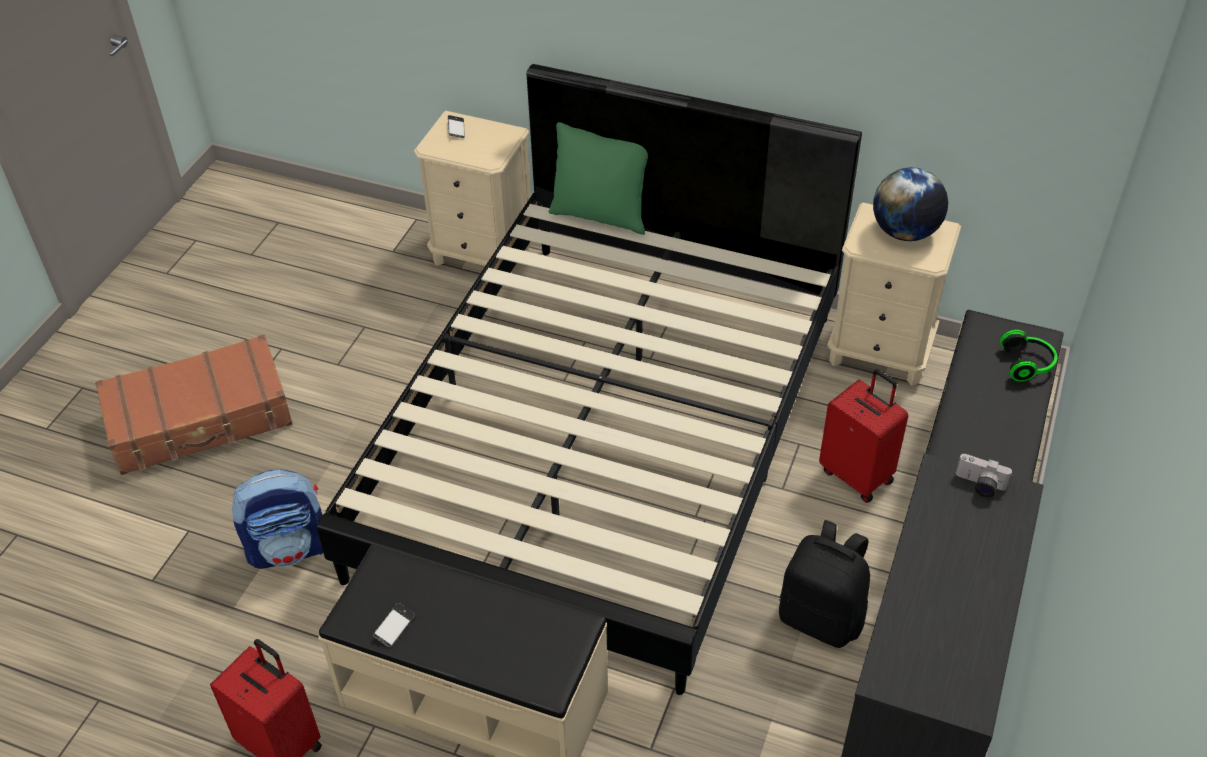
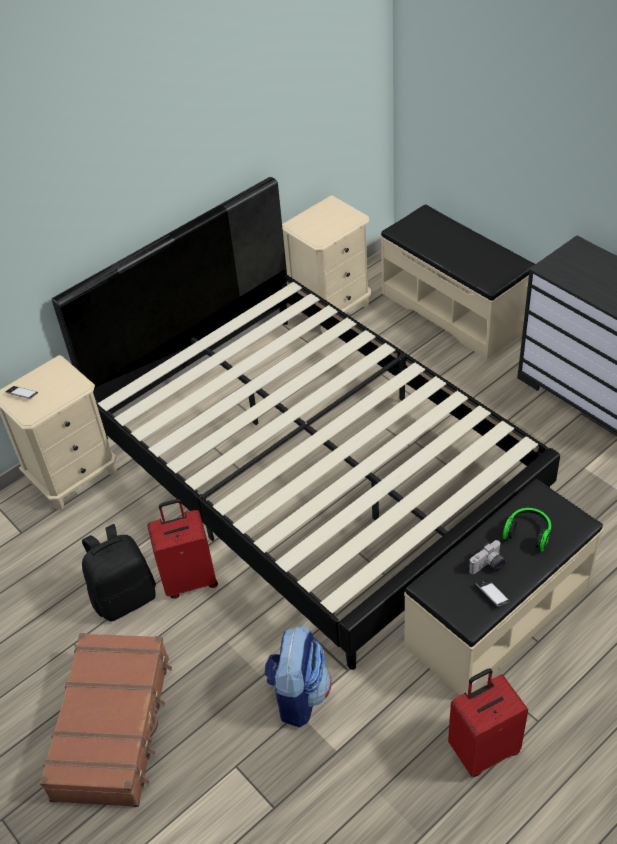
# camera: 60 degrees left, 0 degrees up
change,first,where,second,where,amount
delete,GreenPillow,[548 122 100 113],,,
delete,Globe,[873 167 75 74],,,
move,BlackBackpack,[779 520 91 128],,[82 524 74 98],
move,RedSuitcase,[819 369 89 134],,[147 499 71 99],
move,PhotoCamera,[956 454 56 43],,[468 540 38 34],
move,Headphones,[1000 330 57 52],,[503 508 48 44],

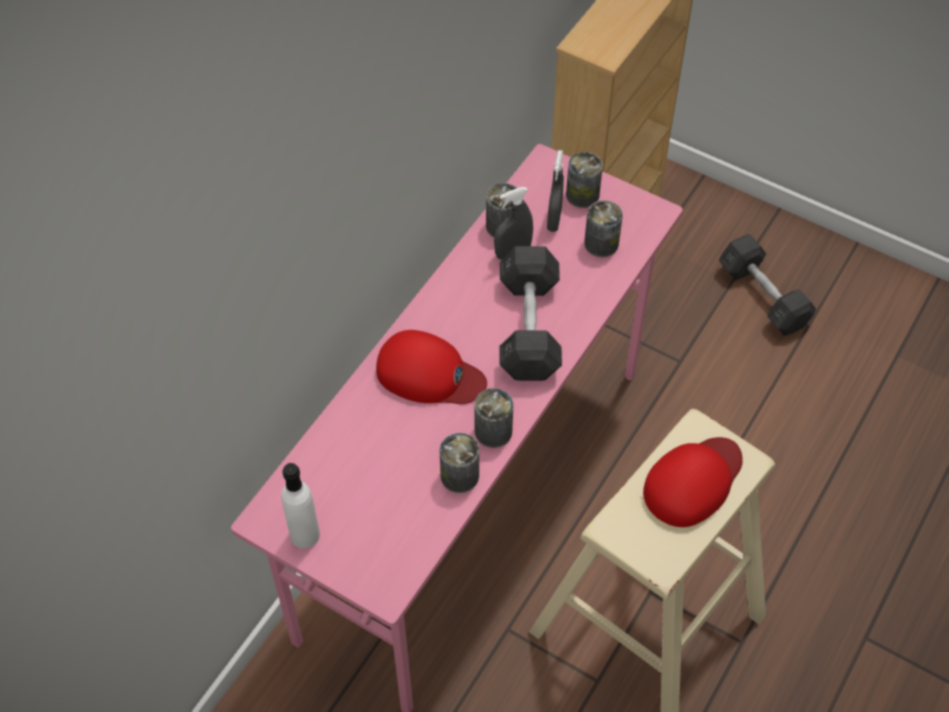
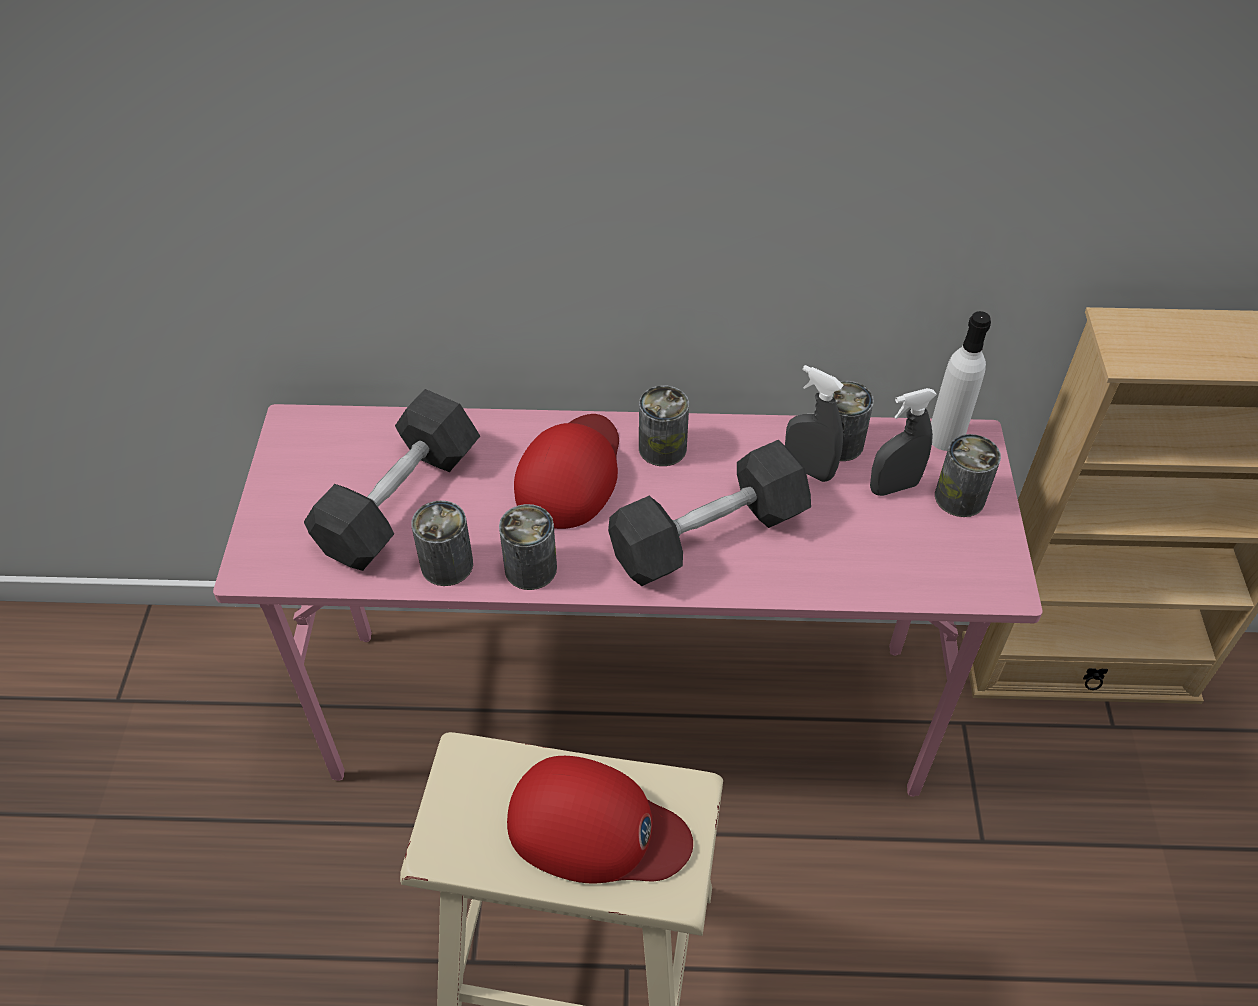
# camera: 60 degrees right, 5 degrees down
change,first,where,second,where,amount
move,WhiteBottle,[282 463 38 86],,[931 311 60 140],
move,Can,[584 200 39 57],,[639 385 50 81],
move,GreyDumbbell,[719 234 97 102],,[304 389 176 182],
rotate,RedCap,[376 330 111 74],,[514 414 105 115],150 degrees counterclockwise

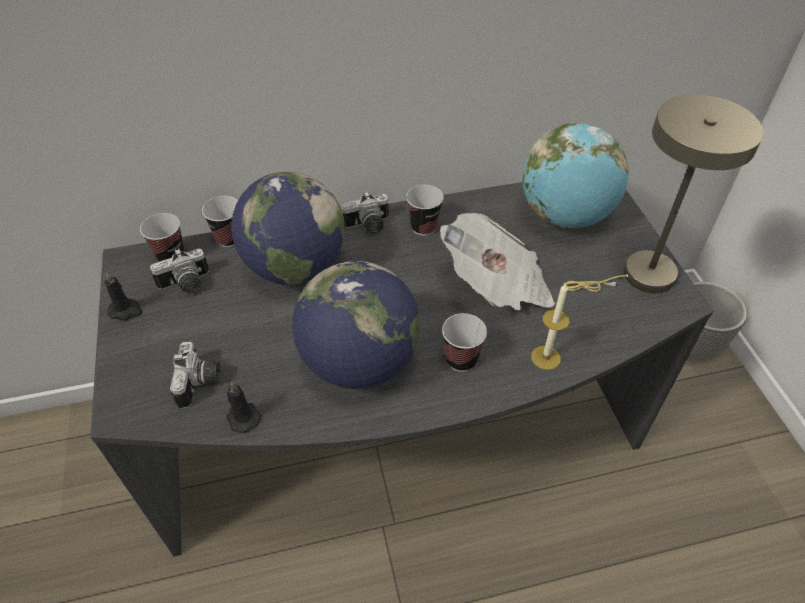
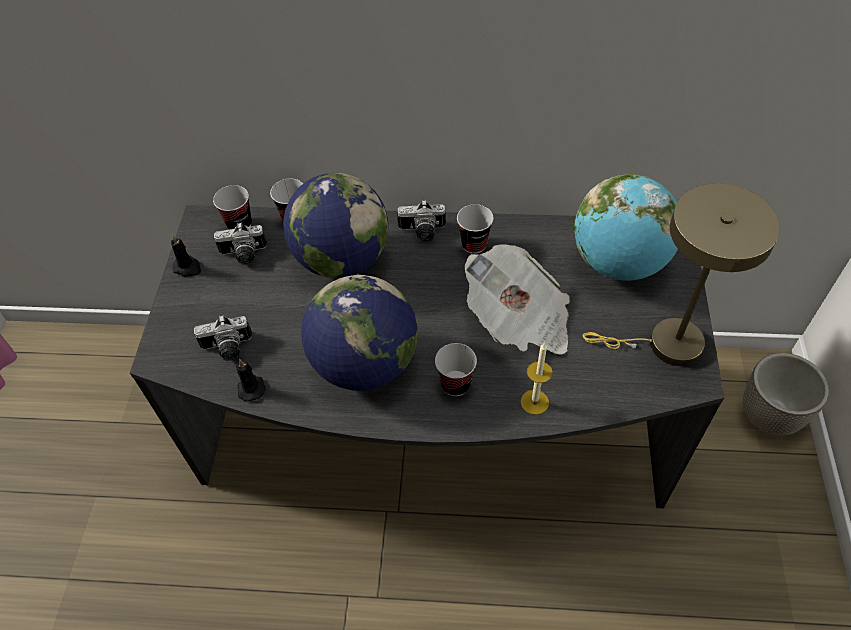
# camera: 20 degrees right, 5 degrees up
change,first,where,second,where,amount
rotate,PhotoCamera,[170 342 51 67],,[194 315 58 46],60 degrees clockwise

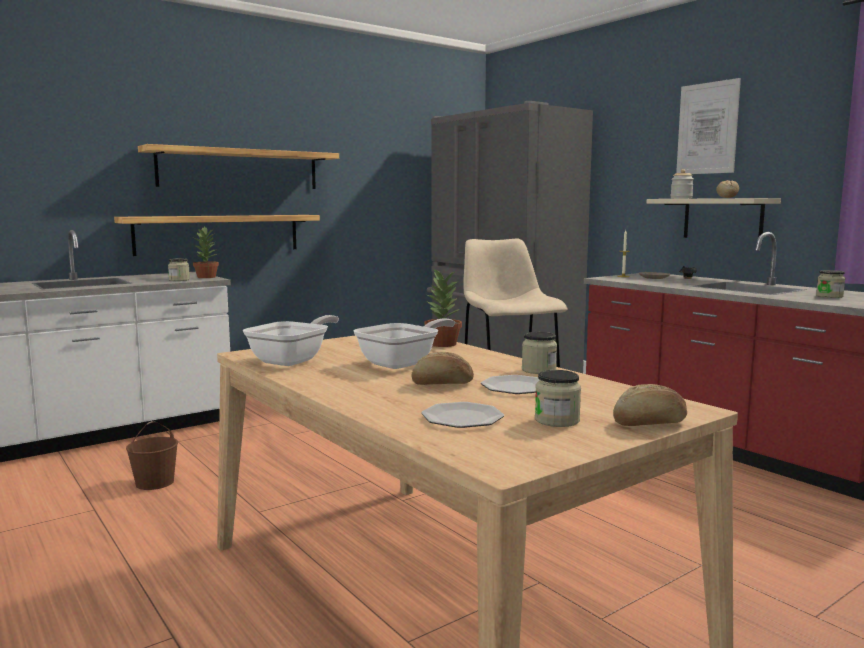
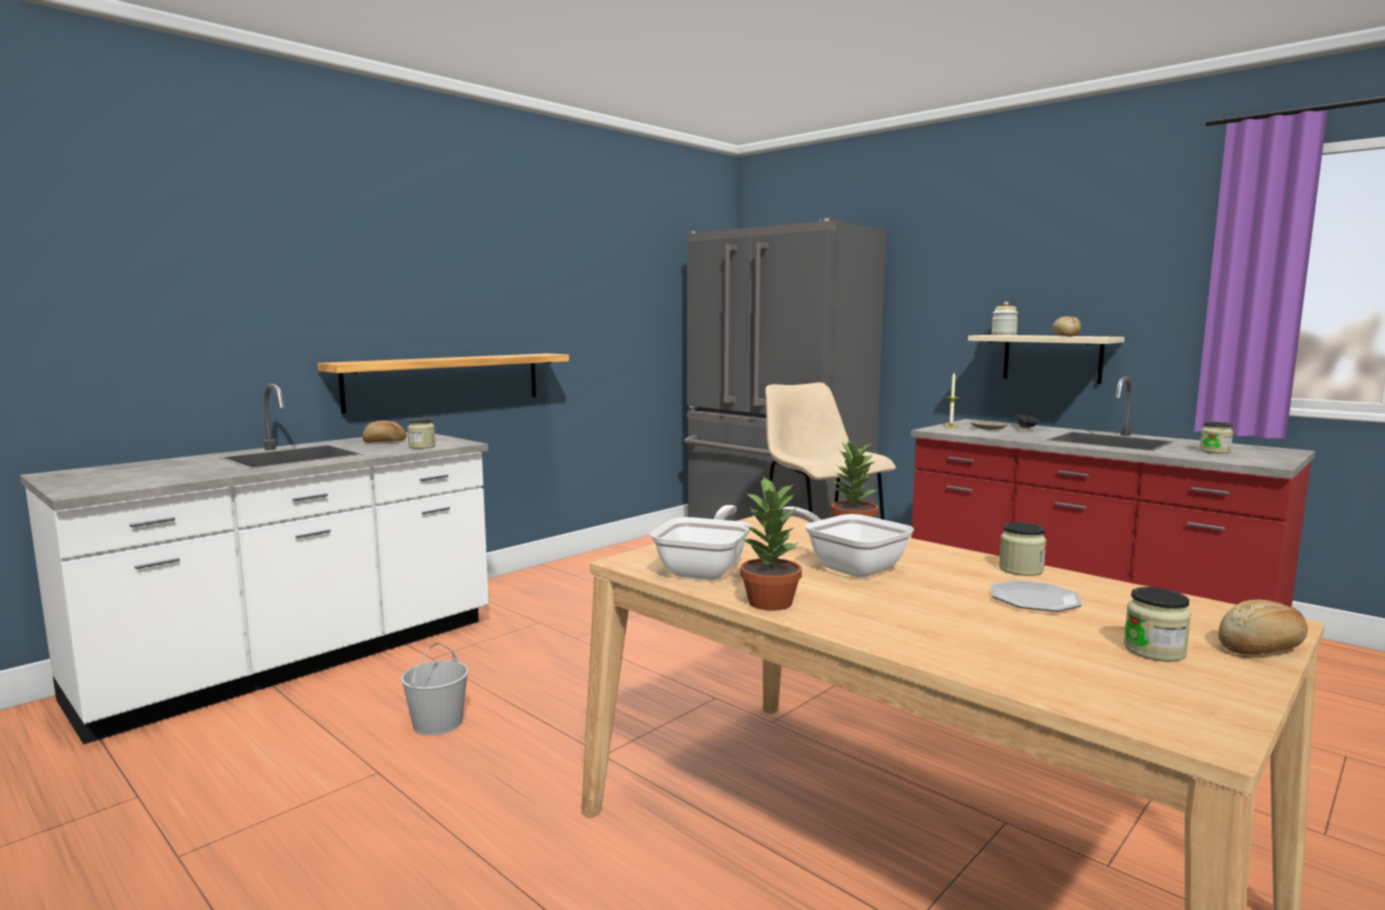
# camera: 10 degrees left, 0 degrees up
change,first,where,second,where,amount
delete,Shelf,[138 144 201 45],,,
delete,Plate,[421 402 83 26],,,
delete,Picture,[676 78 65 96],,,
move,PottedPlant,[193 227 26 51],,[740 477 62 134],
move,Bread,[411 352 63 33],,[362 420 44 23],
recolor,BrownBucket,[126 421 52 69],WhiteBucket,[401 642 67 94],
rotate,FryingPan,[353 318 102 51],,[781 506 133 72],75 degrees counterclockwise

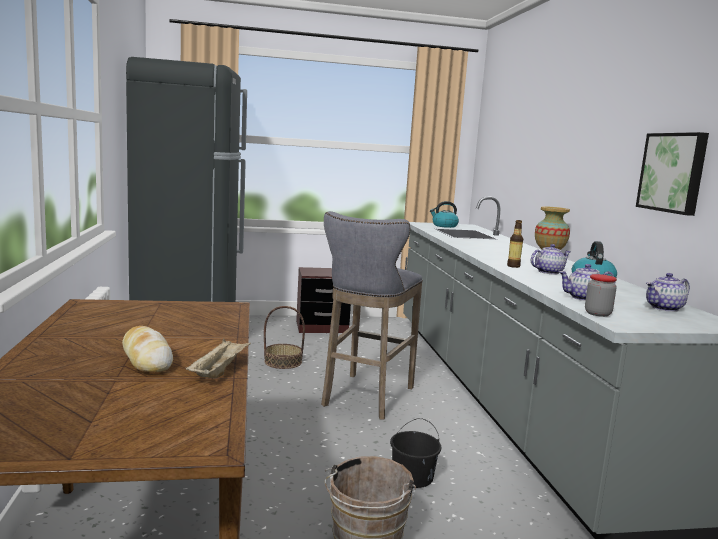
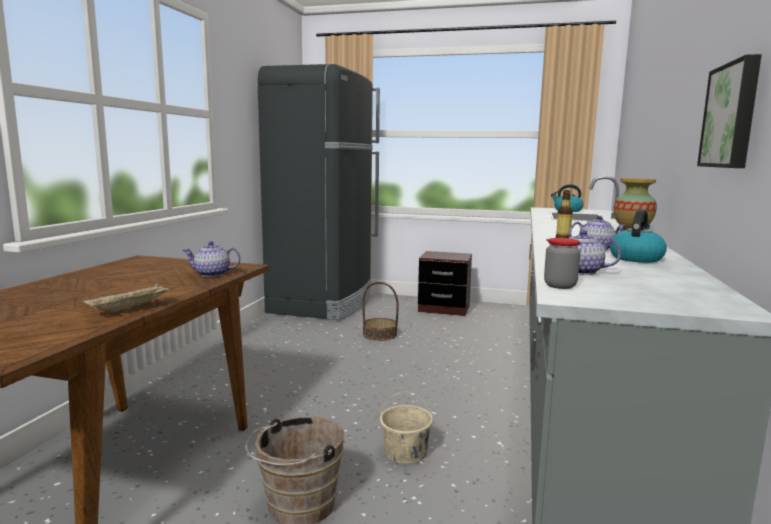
# camera: 25 degrees right, 0 degrees up
change,first,where,second,where,amount
delete,Bread,[122 326 51 47],,,
delete,GreyStool,[321 211 102 209],,,
move,Teapot,[646 273 44 39],,[183 241 58 36],
recolor,BlackBucket,[390 418 51 70],BeigeBucket,[380 391 53 73],

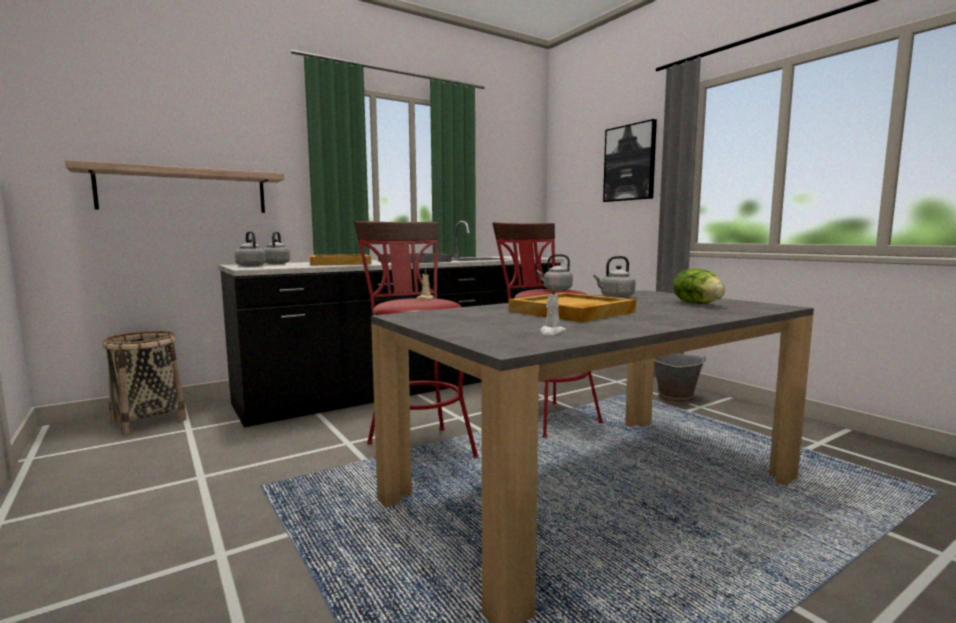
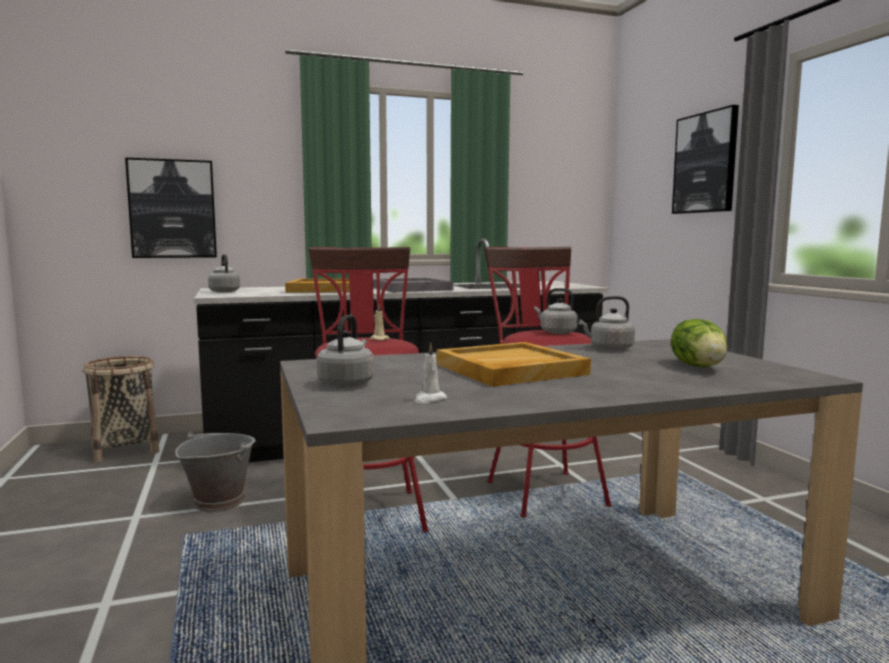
# camera: 15 degrees right, 0 degrees up
change,first,where,second,where,amount
move,GreyKettle,[263 232 27 32],,[317 315 57 72],
move,GreyBucket,[654 354 53 50],,[175 432 81 80],
replace,Shelf,[65 160 219 53],Picture,[125 158 92 100],

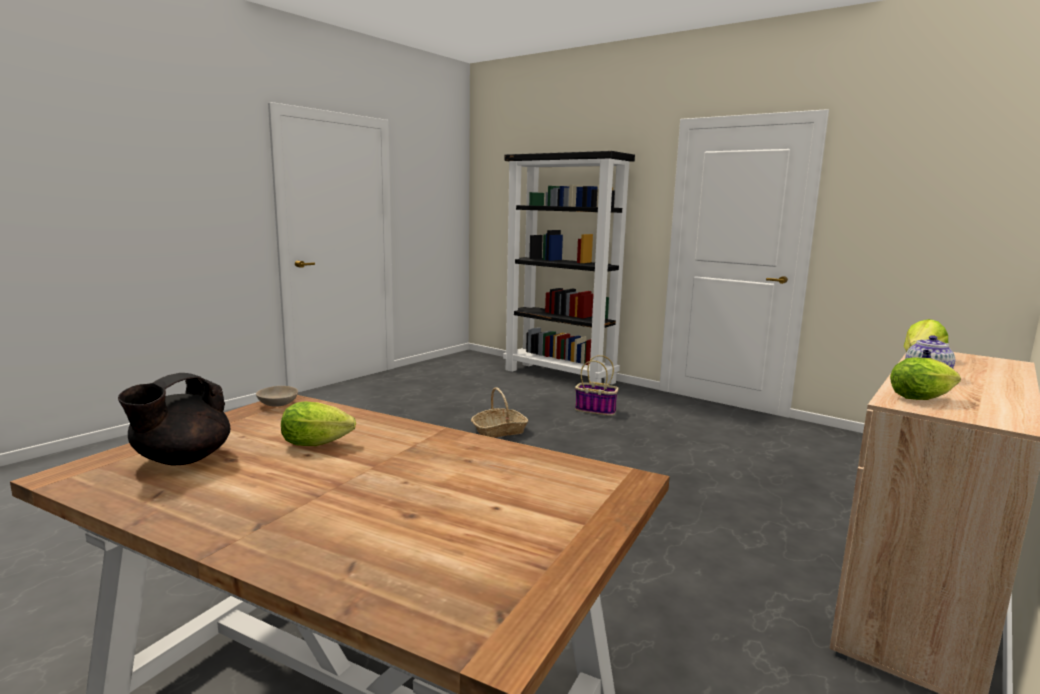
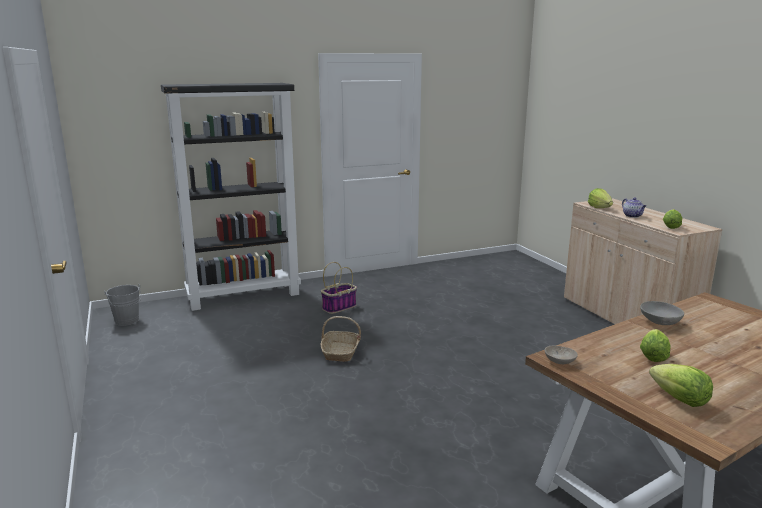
# camera: 60 degrees left, 5 degrees up
change,first,where,second,where,amount
insert,,,GreyBucket,[104 284 37 42],
insert,,,GreyBowl,[640 301 44 24],
replace,BlackTeapot,[118 373 112 93],Lettuce,[649 364 64 43],

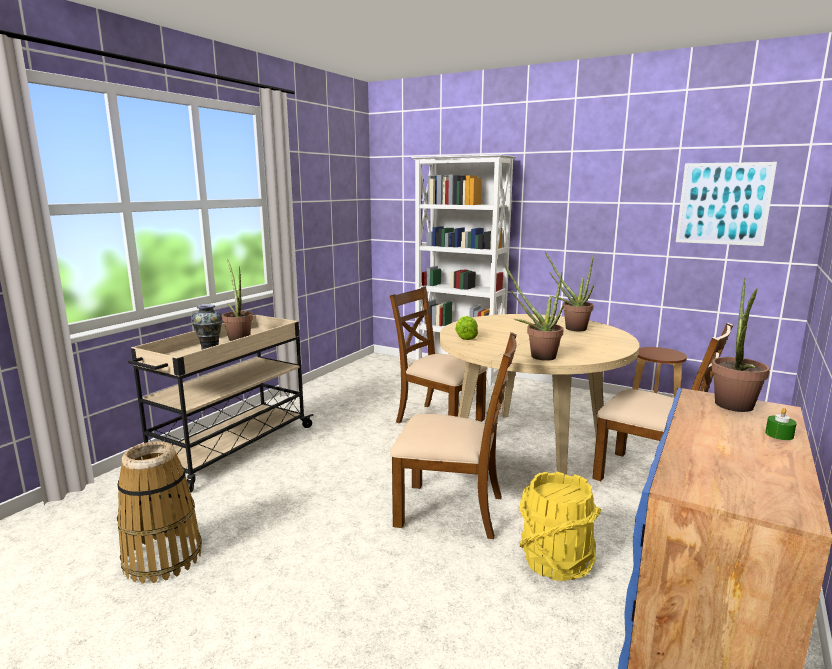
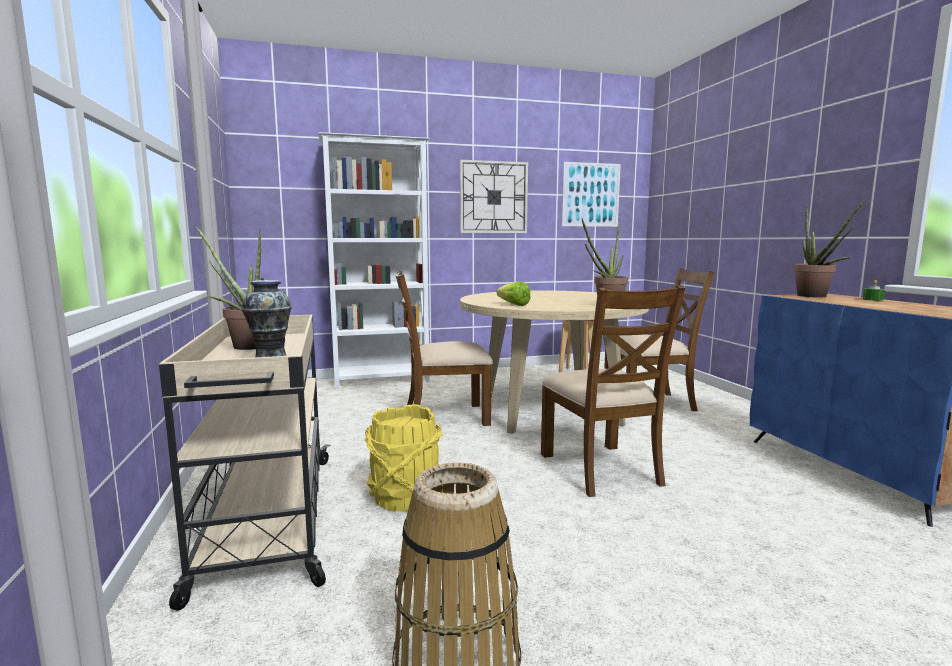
# camera: 45 degrees left, 5 degrees down
change,first,where,second,where,amount
delete,PottedPlant,[545 252 49 79],,,
insert,,,WallClock,[460 160 68 73],
move,YellowBucket,[520 471 81 110],,[364 404 79 108],
rotate,BrownChair,[390 332 127 207],,[541 285 144 212],105 degrees clockwise

